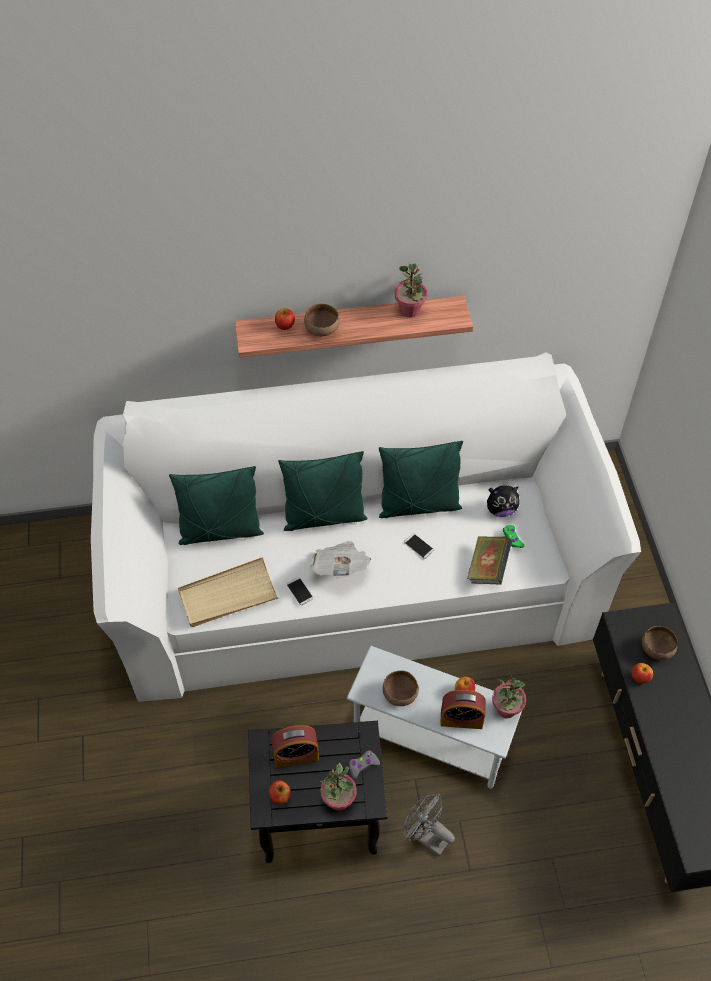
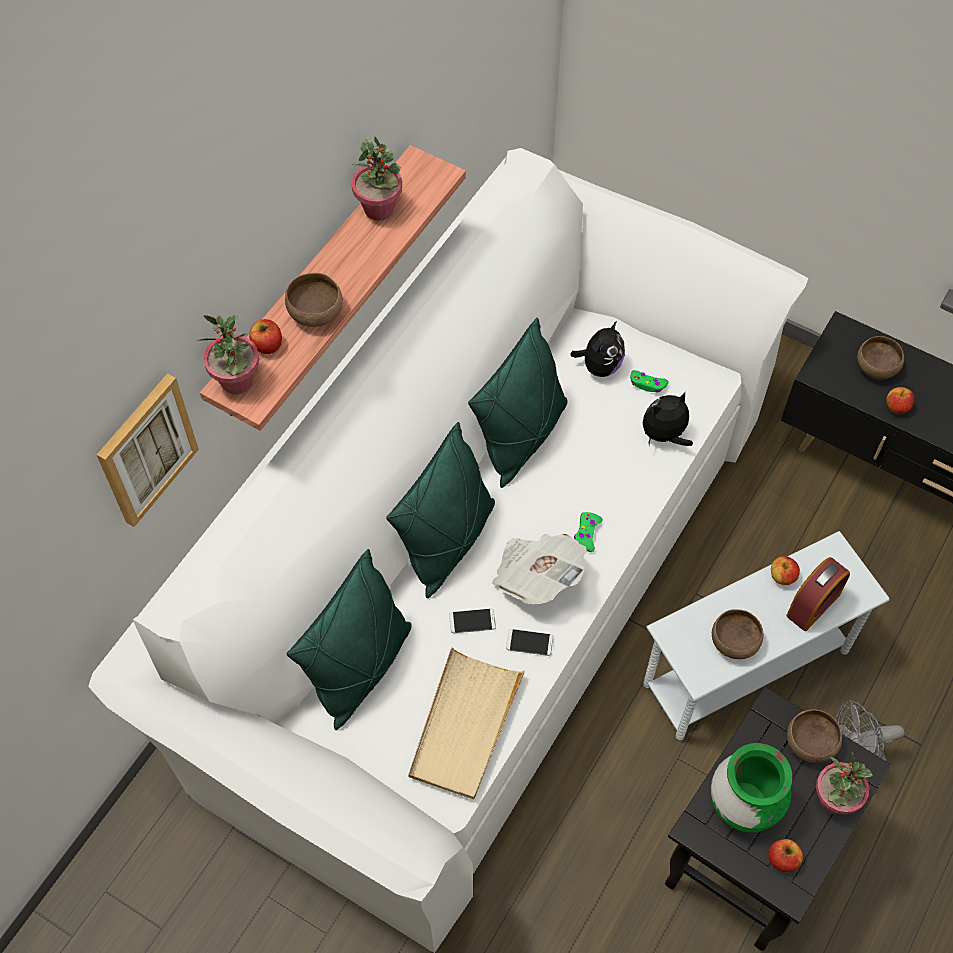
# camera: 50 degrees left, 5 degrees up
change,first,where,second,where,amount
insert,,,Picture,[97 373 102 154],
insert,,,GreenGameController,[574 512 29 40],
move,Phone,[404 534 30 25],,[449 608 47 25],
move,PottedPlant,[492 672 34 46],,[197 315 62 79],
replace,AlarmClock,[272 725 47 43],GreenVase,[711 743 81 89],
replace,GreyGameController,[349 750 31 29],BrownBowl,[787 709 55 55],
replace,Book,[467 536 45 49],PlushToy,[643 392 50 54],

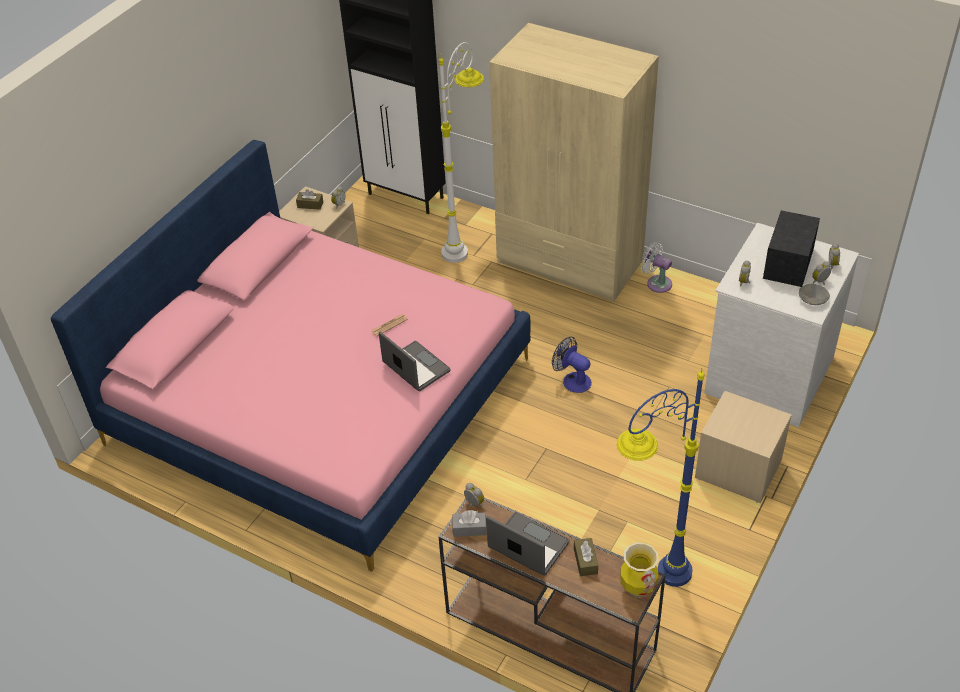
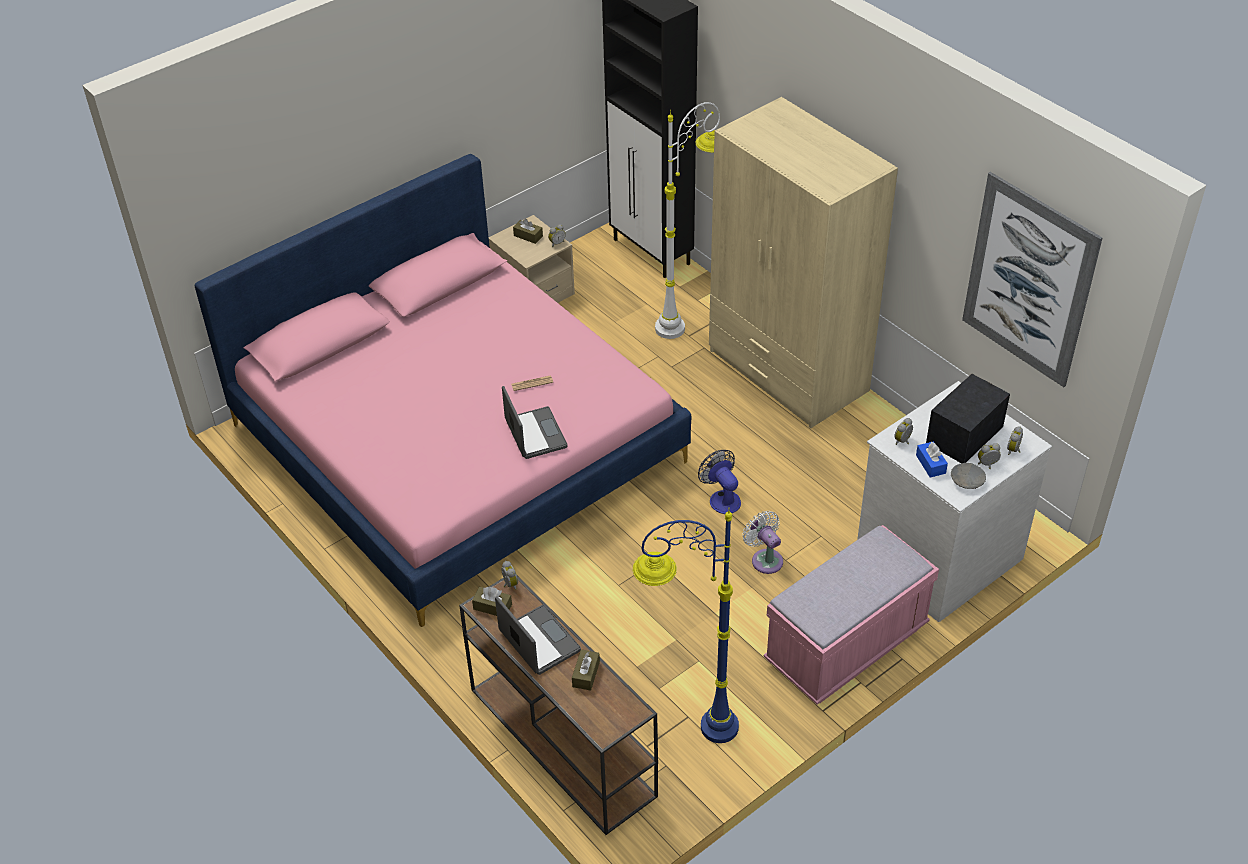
# camera: 20 degrees right, 0 degrees up
change,first,where,second,where,amount
delete,Vase,[620 542 39 56],,,
insert,,,BlueTissueBox,[916 441 32 37],
insert,,,Picture,[962 172 141 215],
move,WhiteFan,[641 242 31 51],,[742 511 41 63],
replace,BeigeNightstand,[695 391 97 112],PinkBench,[764 525 175 180],
recolor,GreyTissueBox,[452 510 35 27],BrownTissueBox,[472 587 40 29],

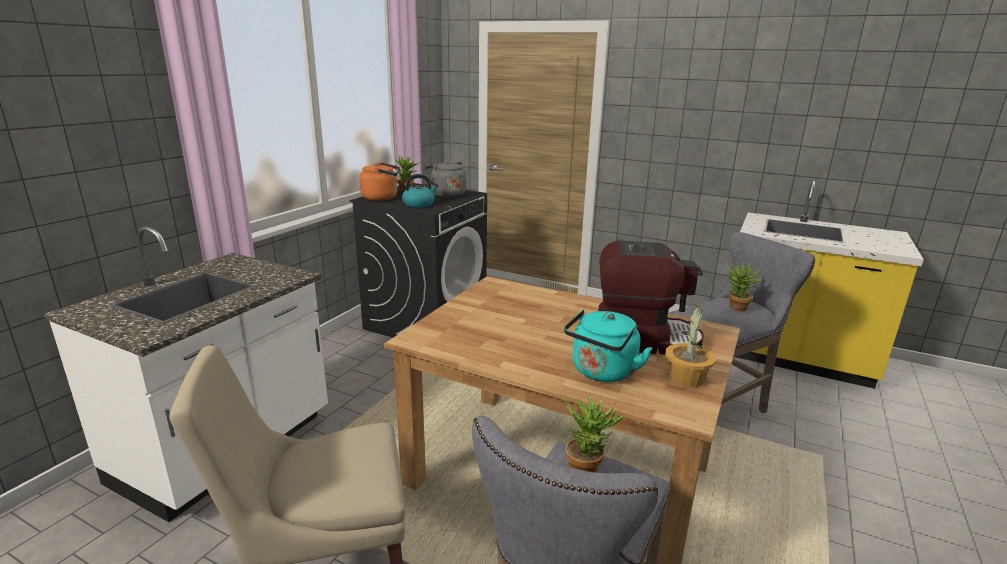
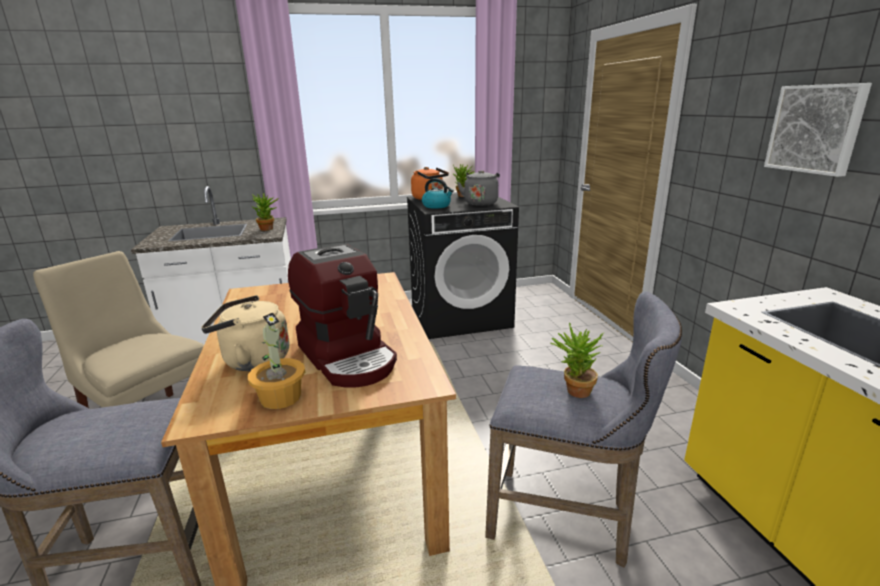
# camera: 50 degrees right, 0 degrees up
change,first,where,second,where,amount
insert,,,Picture,[764 83 108 94],
move,PottedPlant,[562 396 62 76],,[251 193 28 38],
recolor,TurquoiseKettle,[564 310 89 72],BeigeKettle,[201 295 89 76],

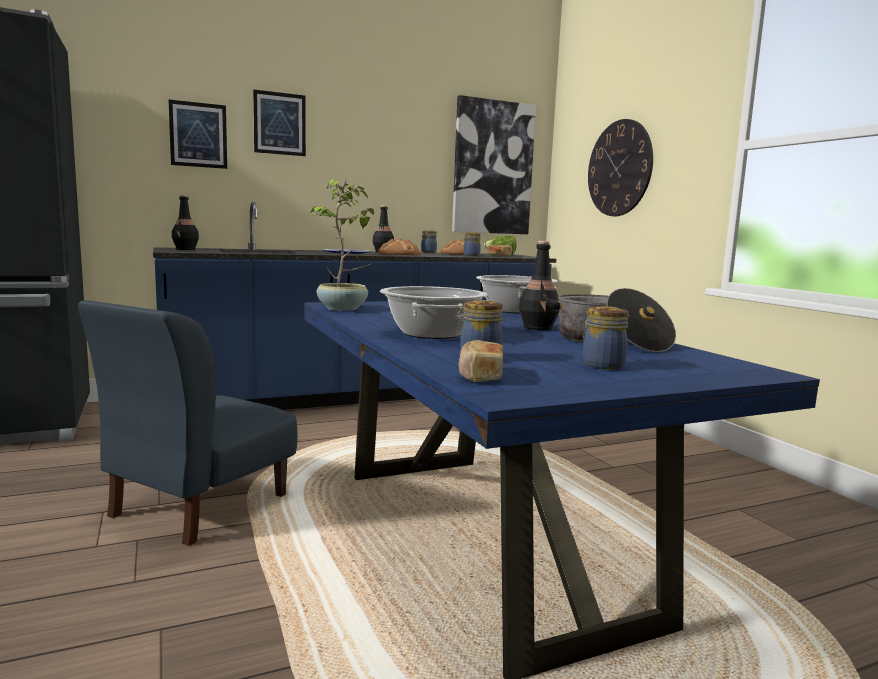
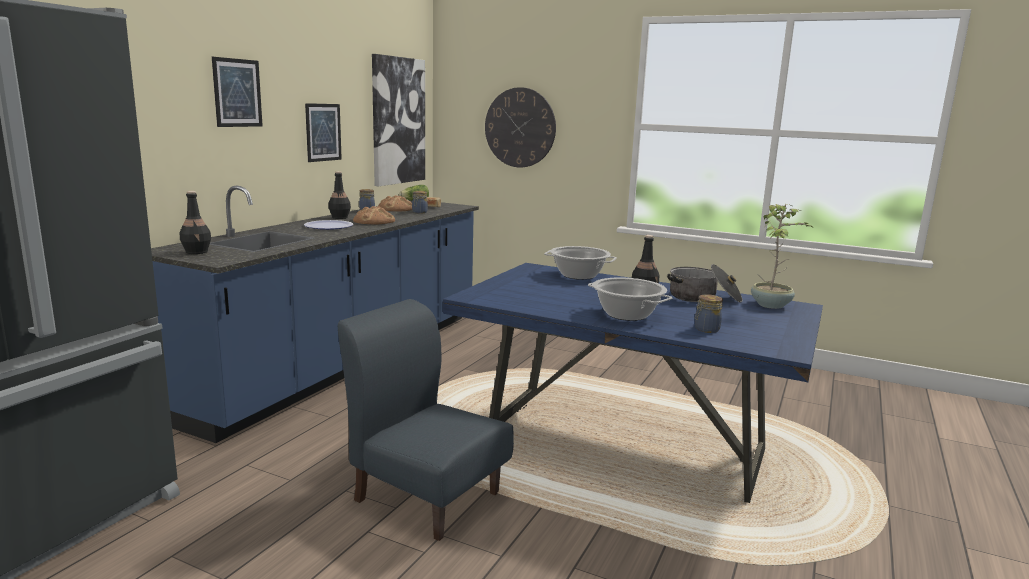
# camera: 40 degrees left, 5 degrees up
change,first,where,second,where,amount
delete,Bread,[459 340 44 42],,,
delete,Jar,[583 306 46 63],,,
move,Picture,[168 99 59 70],,[305 103 37 59],
move,PottedPlant,[310 179 64 132],,[751 204 62 105],
rotate,BlueChair,[78 300 220 246],,[338 299 176 242],135 degrees clockwise

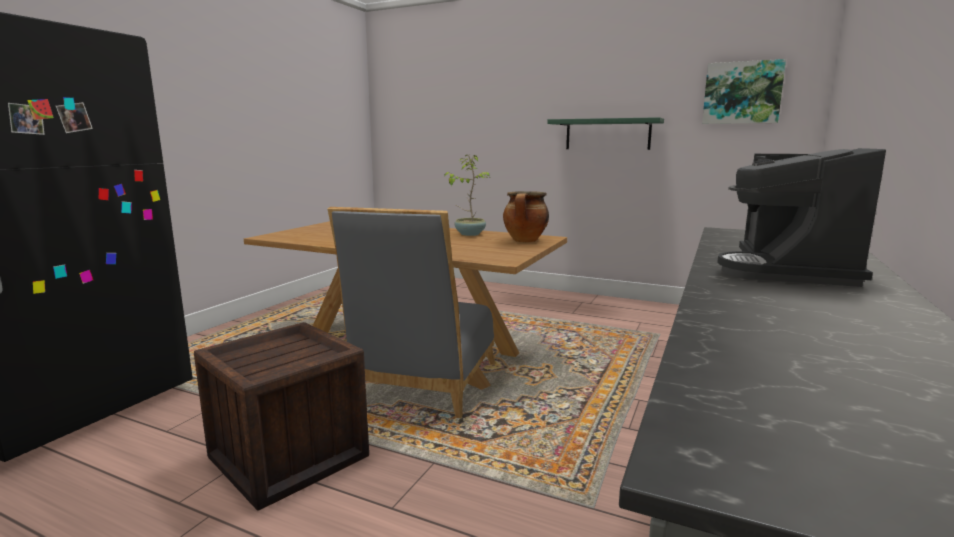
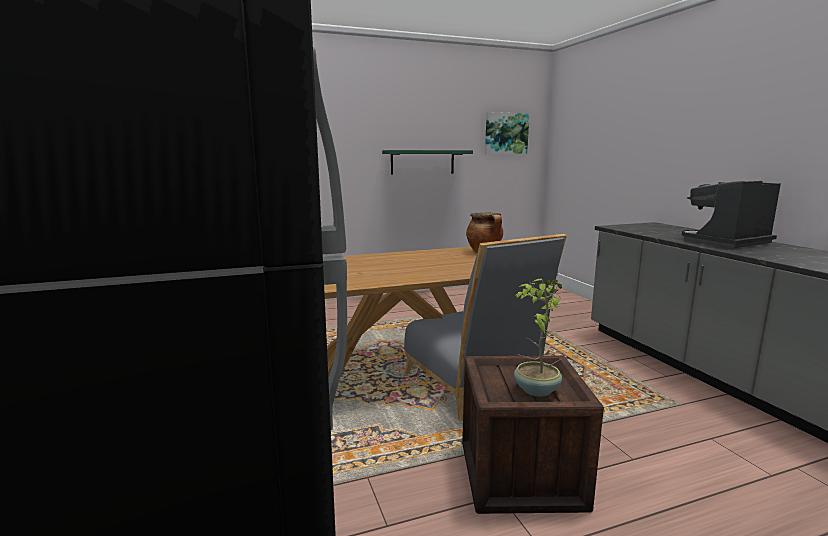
# camera: 45 degrees left, 0 degrees up
change,first,where,second,where,amount
move,PottedPlant,[444 155 46 81],,[514 279 48 118],
rotate,CoffeeMachine,[717 148 169 139],,[682 181 99 67],90 degrees clockwise

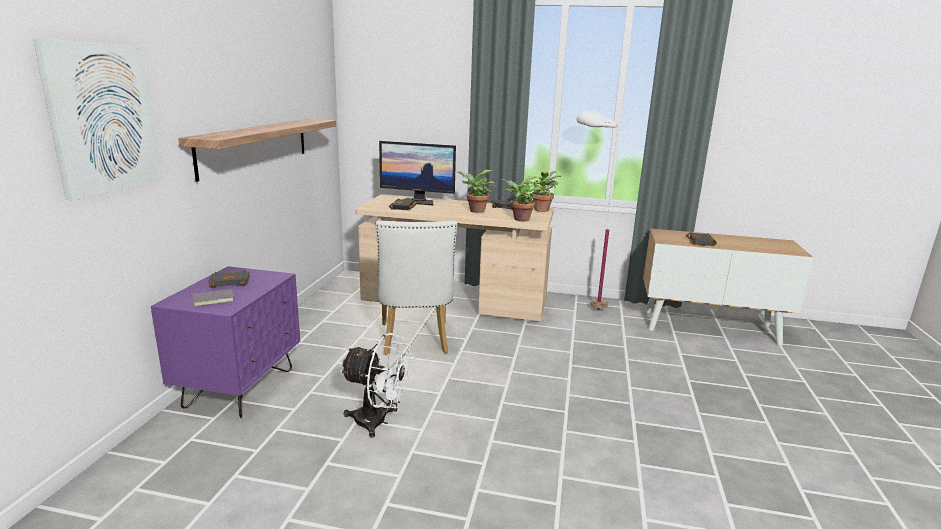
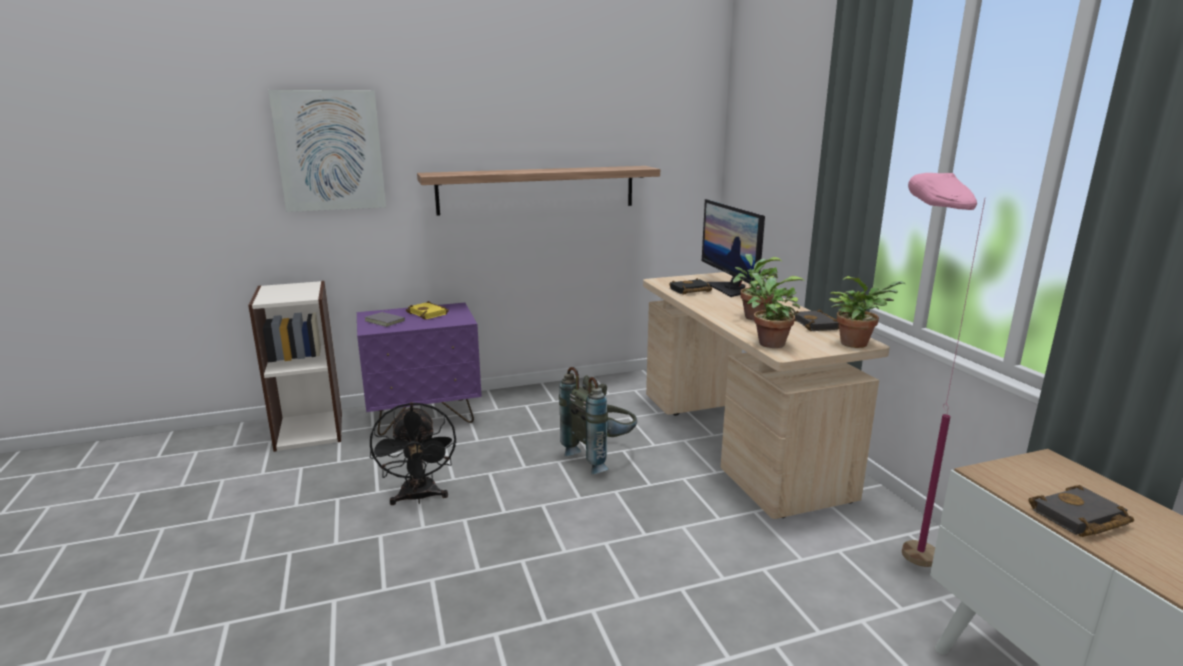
# camera: 60 degrees right, 0 degrees up
change,first,where,second,where,amount
insert,,,Bookcase,[248 281 94 171],
replace,WhiteChair,[375 220 82 135],GreyBackpack,[559 367 78 107],
recolor,BlackBook,[208 270 42 18],YellowBook,[406 301 43 19],
recolor,WhiteFan,[340 333 74 105],BlackFan,[370 402 86 103],
recolor,WhiteFloorLamp,[577 110 42 200],PinkFloorLamp,[902 173 83 394],

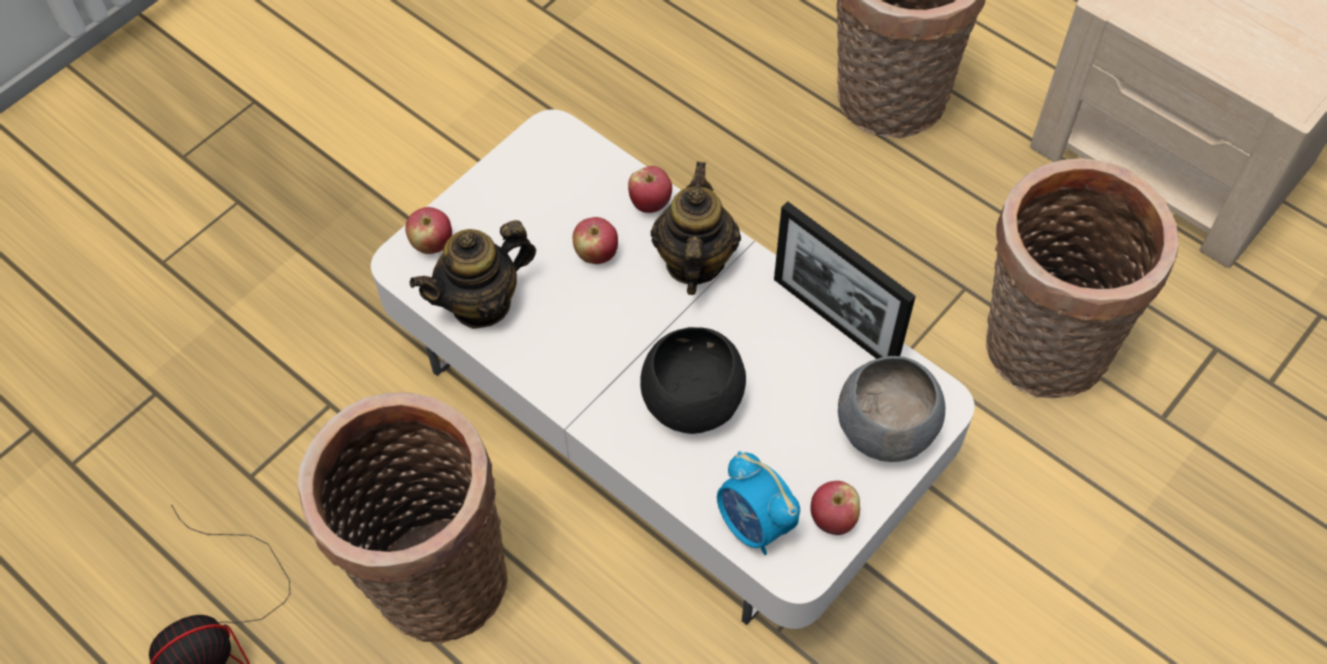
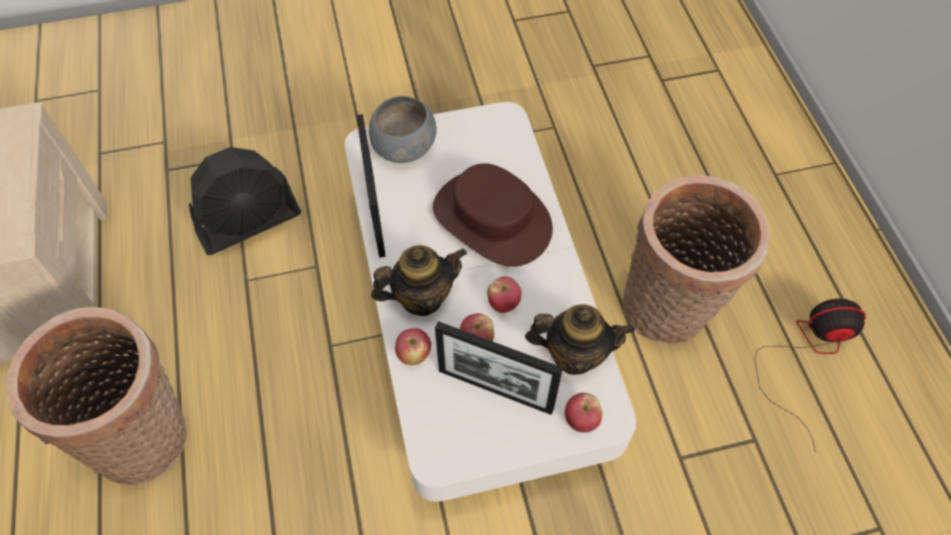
# camera: 145 degrees left, 0 degrees up
change,first,where,second,where,amount
delete,AlarmClock,[717 451 83 104],,,
insert,,,PictureFrame,[435 321 128 94],
move,Apple,[811 481 49 54],,[487 276 34 37],
replace,BlackBowl,[640 327 106 107],BrownHat,[433 163 120 104],
replace,Basket,[986 158 193 240],BlackFan,[189 147 112 108],
rotate,Teapot,[651 162 90 133],,[371 245 96 71],150 degrees counterclockwise

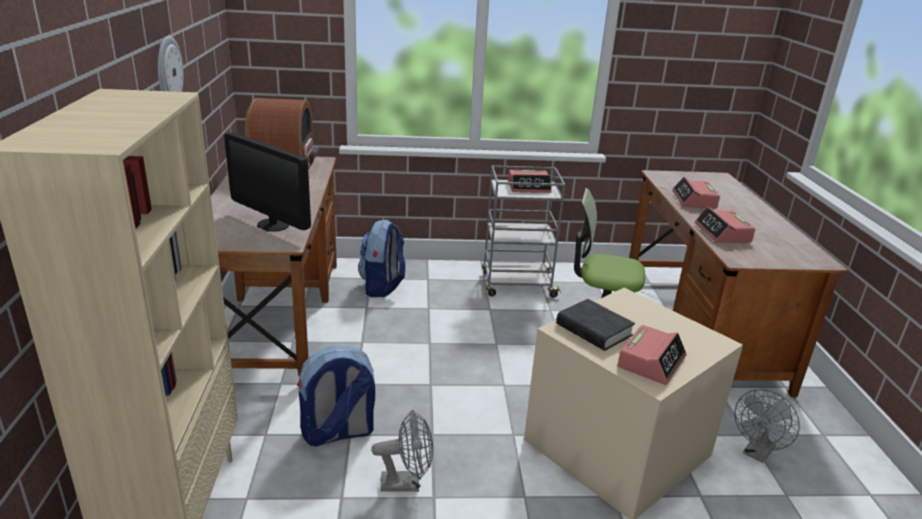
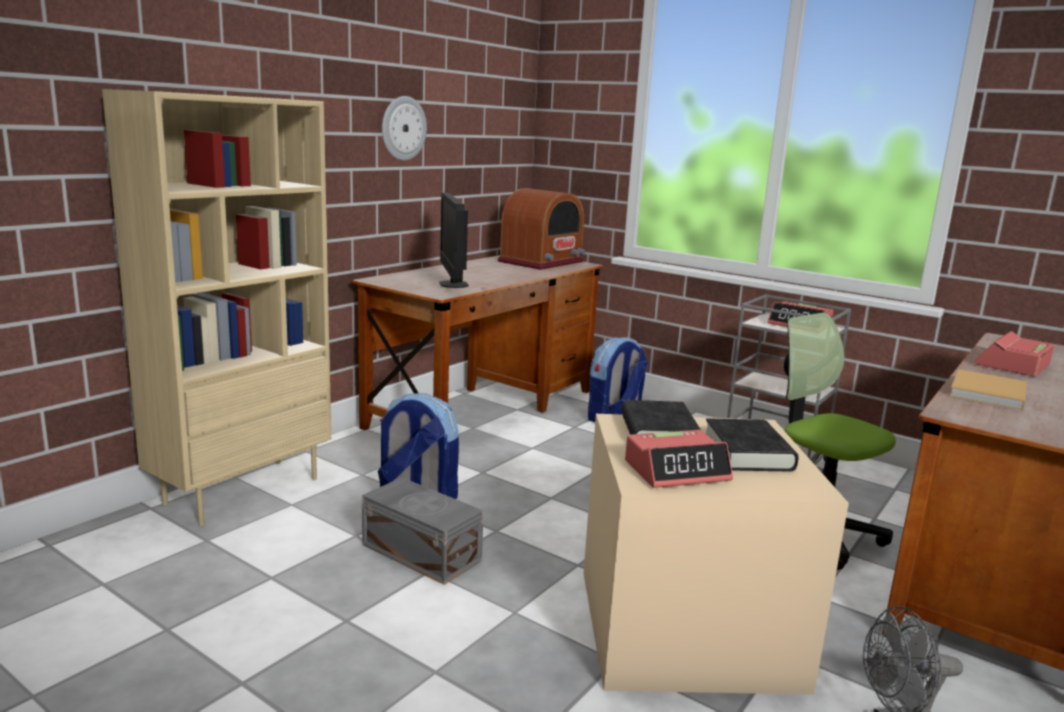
# camera: 40 degrees right, 10 degrees down
change,first,where,second,where,amount
insert,,,BlackBook,[706 418 93 54],
replace,GreyFan,[371 410 62 82],GreyStorageBox,[362 477 122 108],
replace,AlarmClock,[695 207 60 36],BeigeBook,[949 369 78 41],

